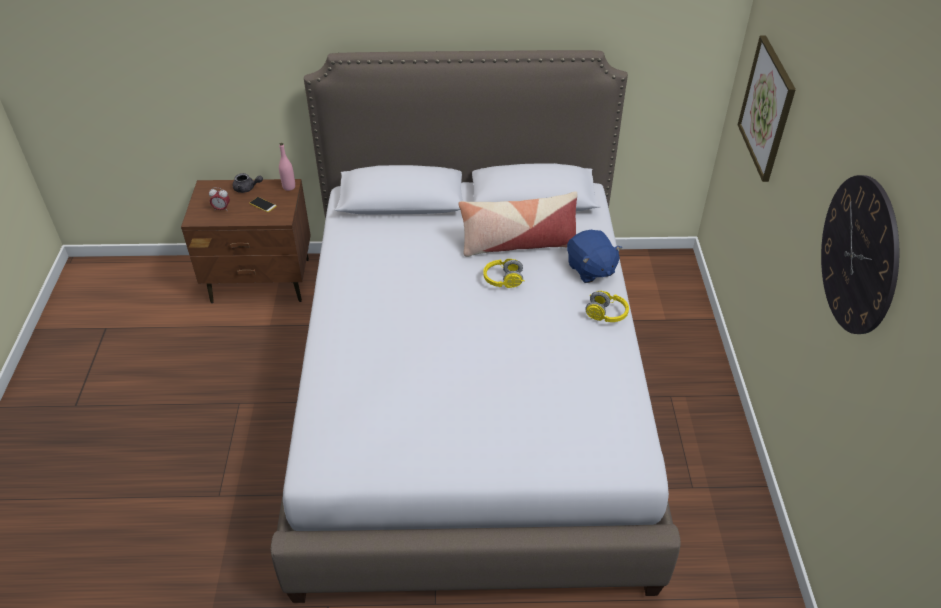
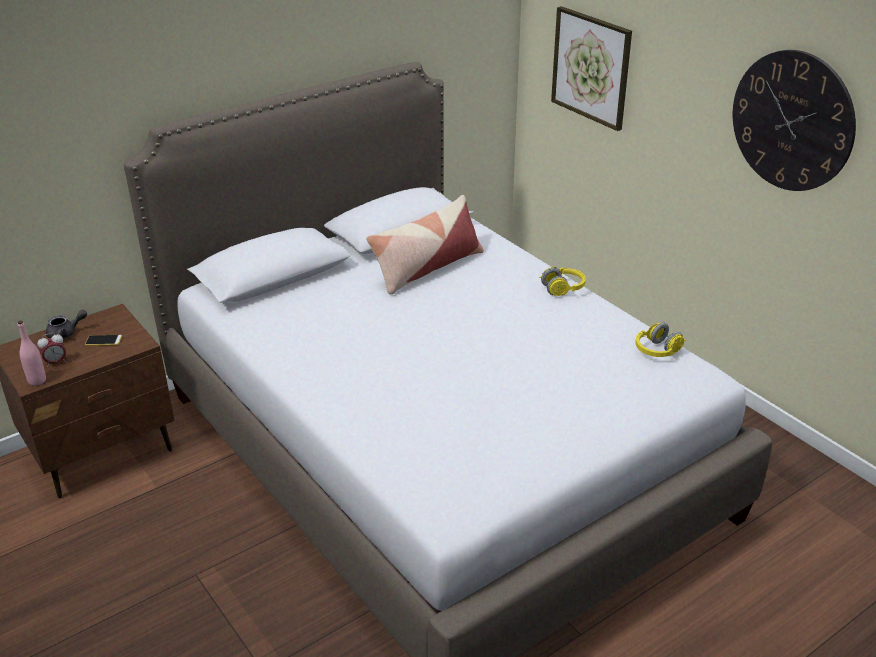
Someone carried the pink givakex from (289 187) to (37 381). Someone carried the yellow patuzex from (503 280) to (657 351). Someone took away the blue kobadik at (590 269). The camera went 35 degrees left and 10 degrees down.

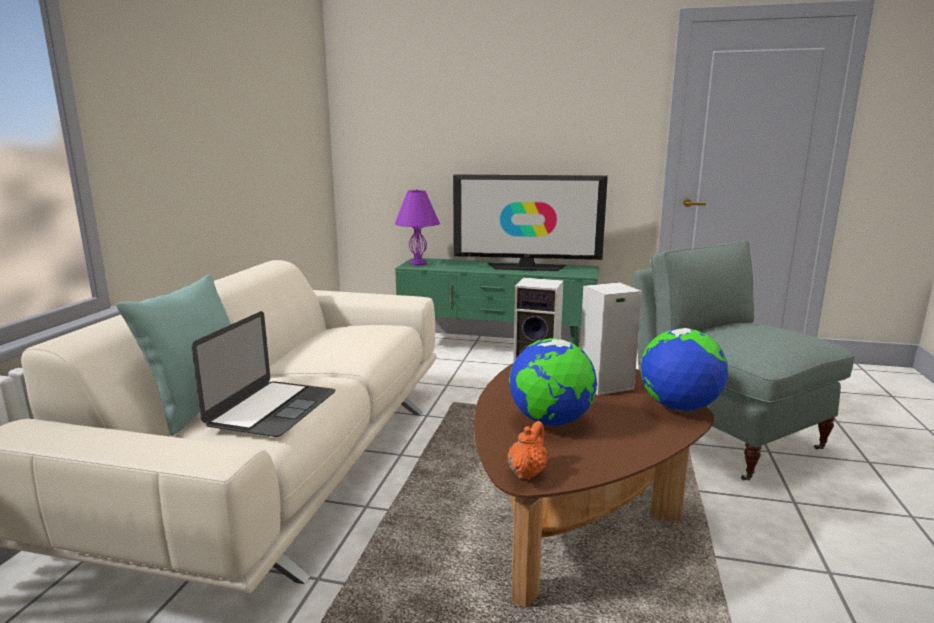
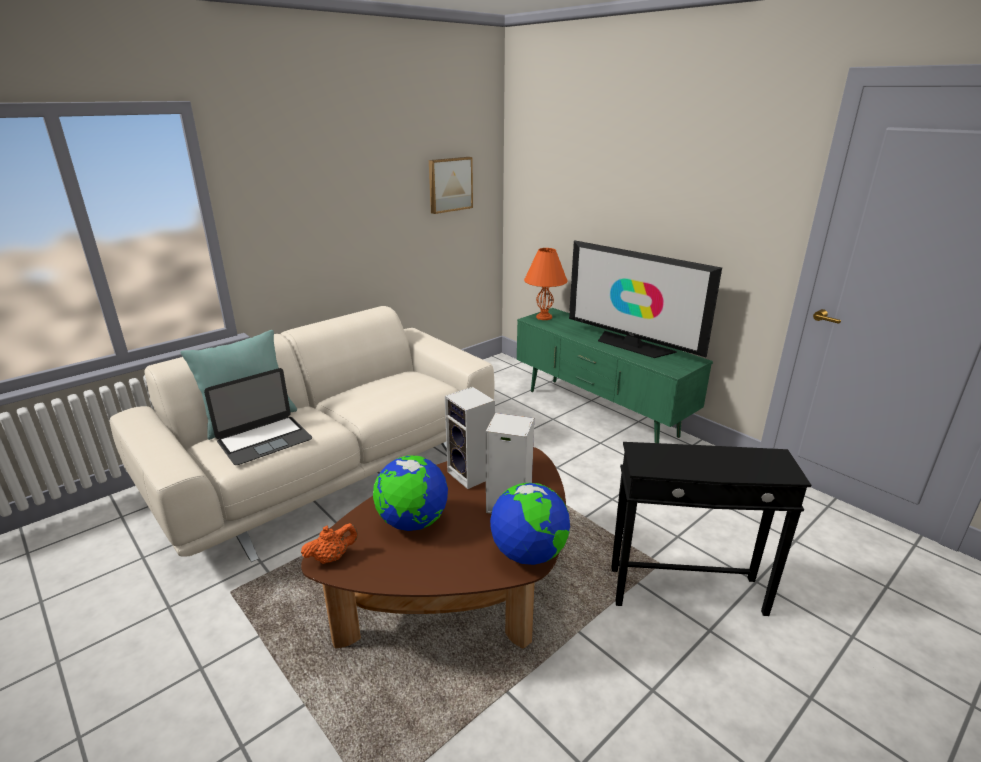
Someone put up the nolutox at (449 184). Someone repainted the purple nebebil at (418 263), which became the orange nebebil at (544 317). Someone swapped the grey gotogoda at (723 435) for the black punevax at (687 592). The camera went 35 degrees right and 10 degrees up.

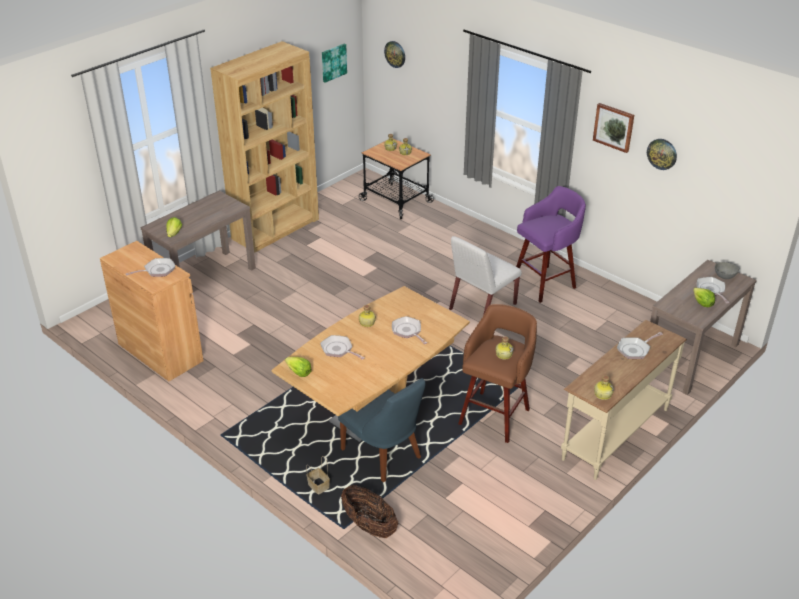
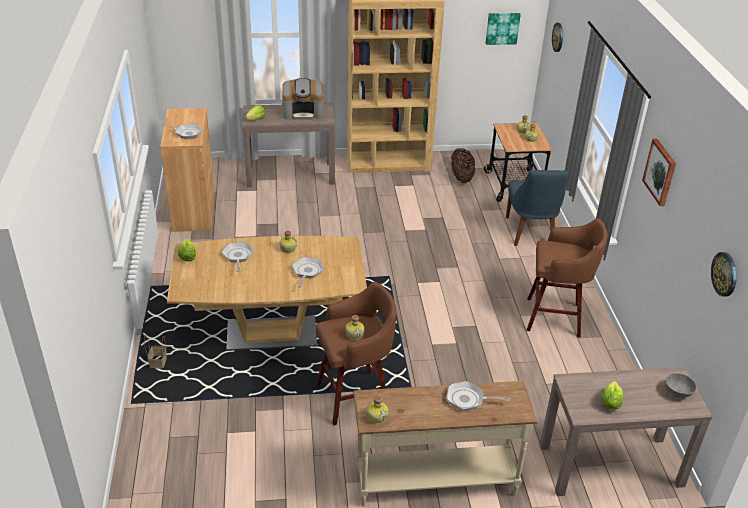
Someone put down the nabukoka at (303 112). Someone carried the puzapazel from (369 526) to (461 177). Someone carried the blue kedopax from (383 455) to (530 233). Someone repainted the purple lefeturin at (545 283), which became the brown lefeturin at (555 317). Someone carried the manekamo from (662 154) to (725 274). Someone took away the white kedopax at (482 307). Someone took away the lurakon at (711 290). The camera went 40 degrees right and 0 degrees up.

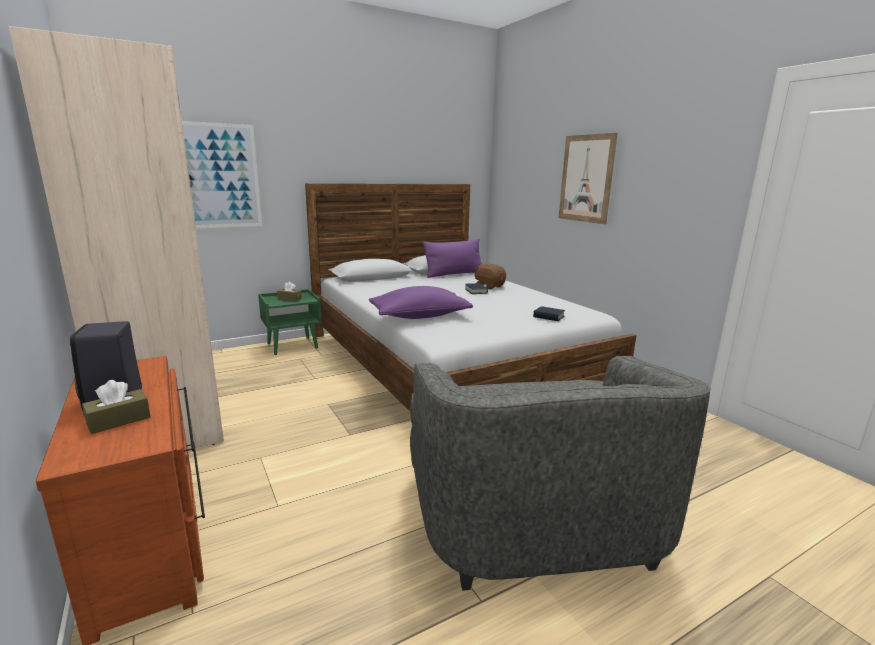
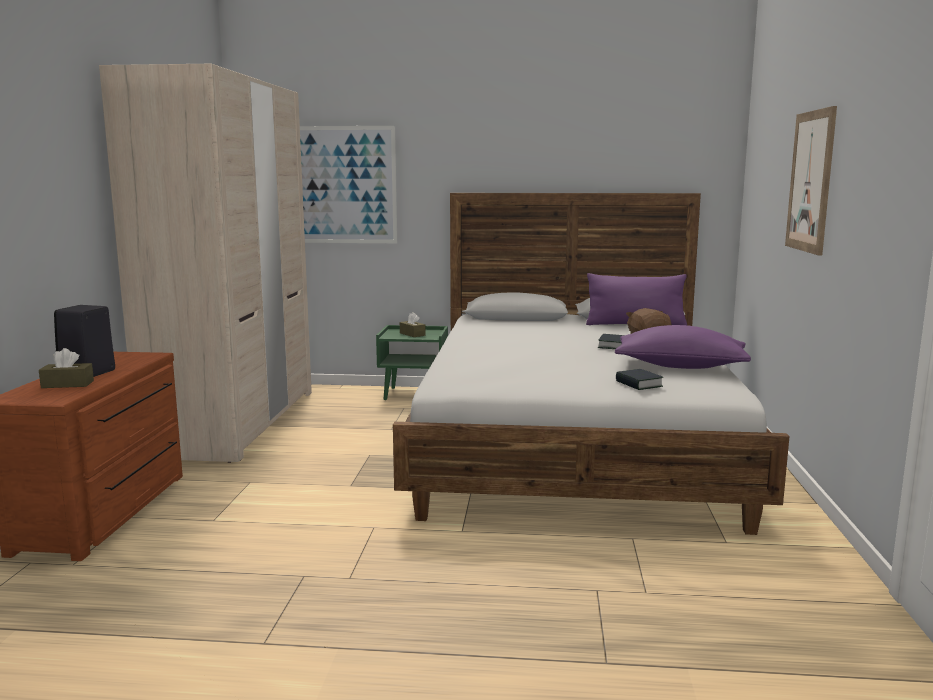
Someone carried the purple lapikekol from (419 316) to (680 366). Someone took away the grey gotogoda at (532 516). The camera went 35 degrees right and 5 degrees down.

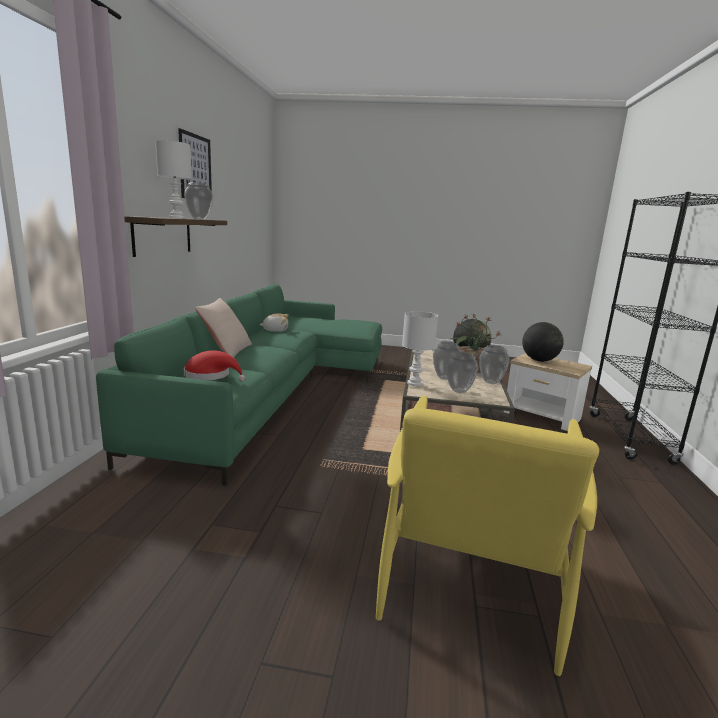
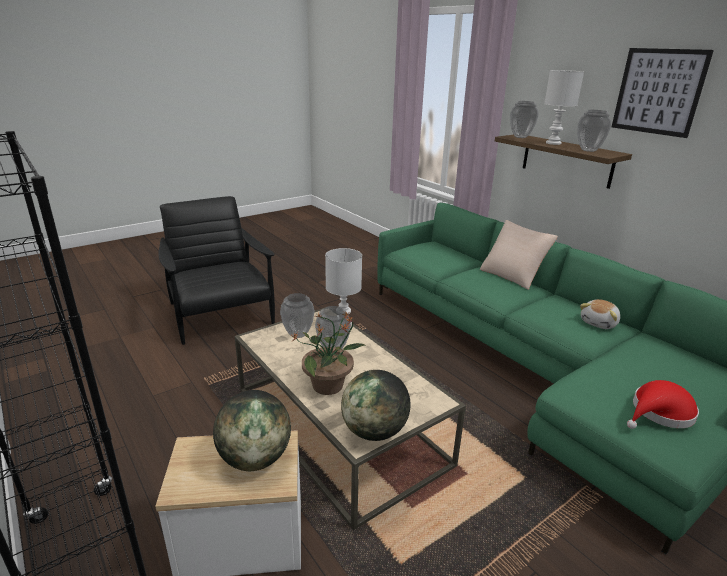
Someone repainted the yellow gotogoda at (472 574), which became the black gotogoda at (220 315). Someone carried the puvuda from (491 382) to (520 137). Someone carried the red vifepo from (210 376) to (659 413). The camera went 135 degrees right and 10 degrees up.

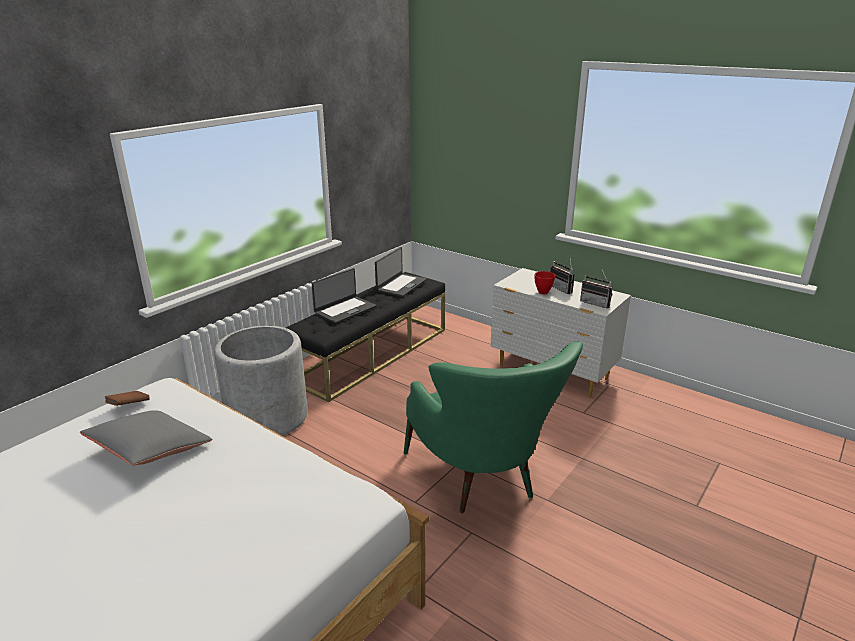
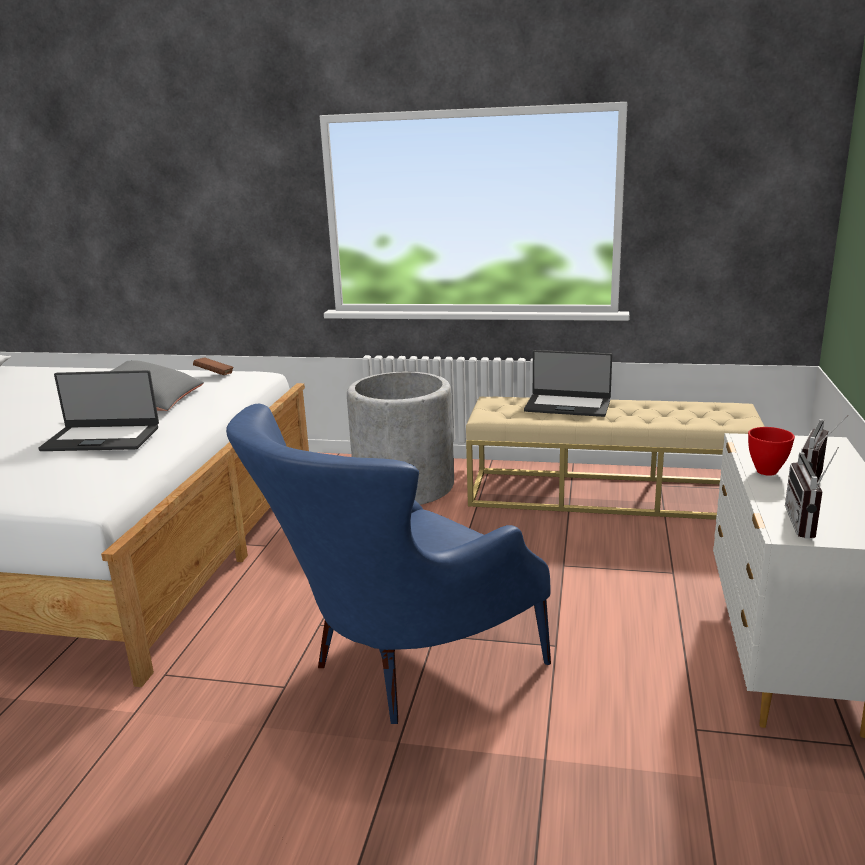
Someone carried the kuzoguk from (401 285) to (102 438). Someone repainted the green gotogoda at (484 482), which became the blue gotogoda at (397 668). Someone repainted the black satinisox at (372 354), which became the beige satinisox at (609 494). The camera went 65 degrees right and 5 degrees down.

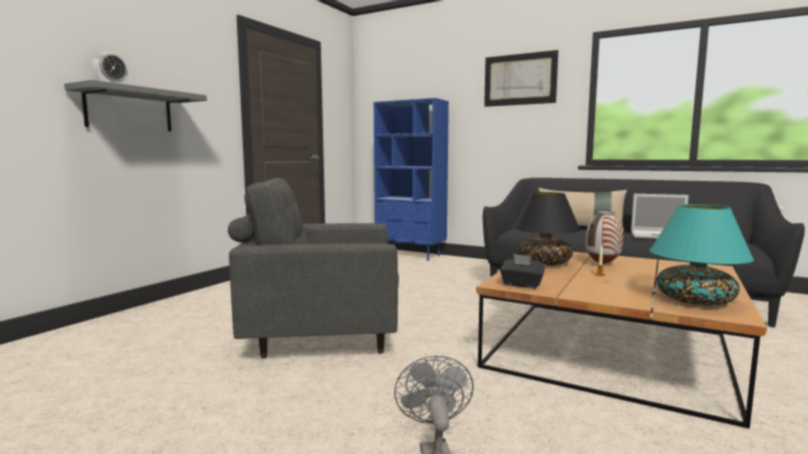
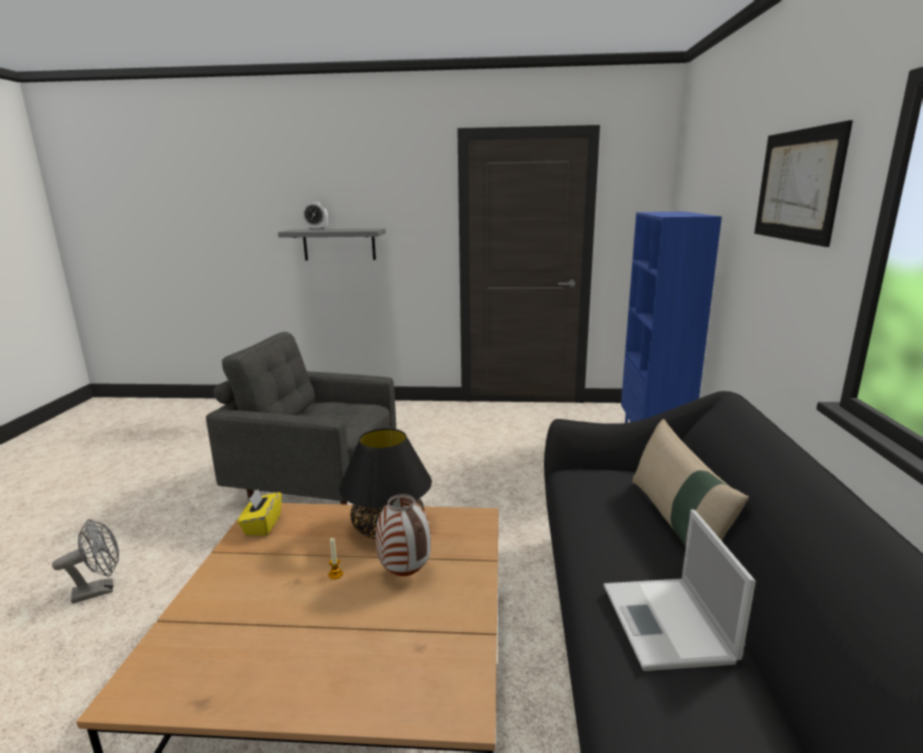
Someone rotated the grey gotogoda at (322 335) by 45 degrees counterclockwise. Someone repainted the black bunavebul at (521 284), which became the yellow bunavebul at (262 525). Someone took away the turquoise nebebil at (695 300). The camera went 65 degrees right and 10 degrees up.

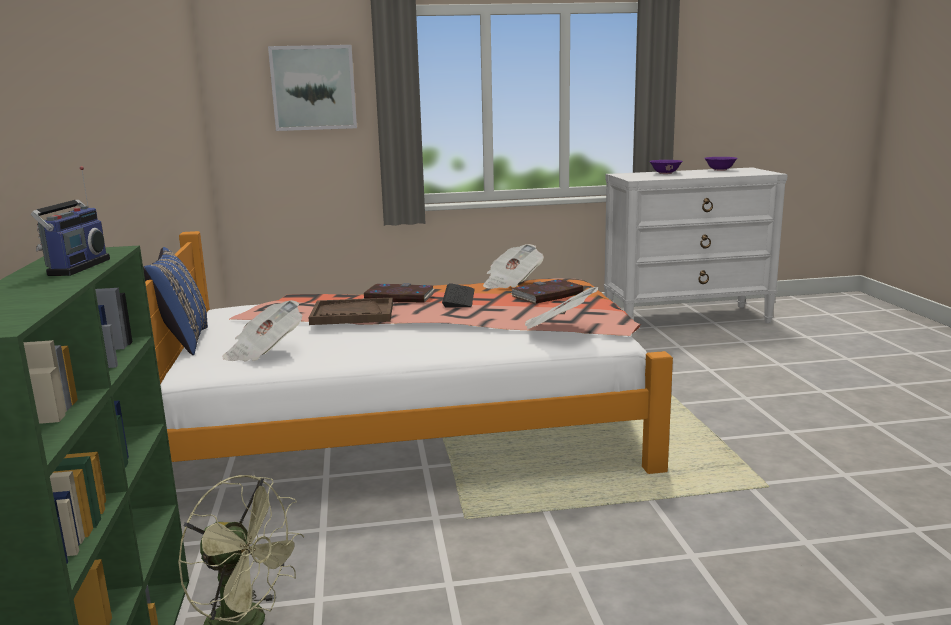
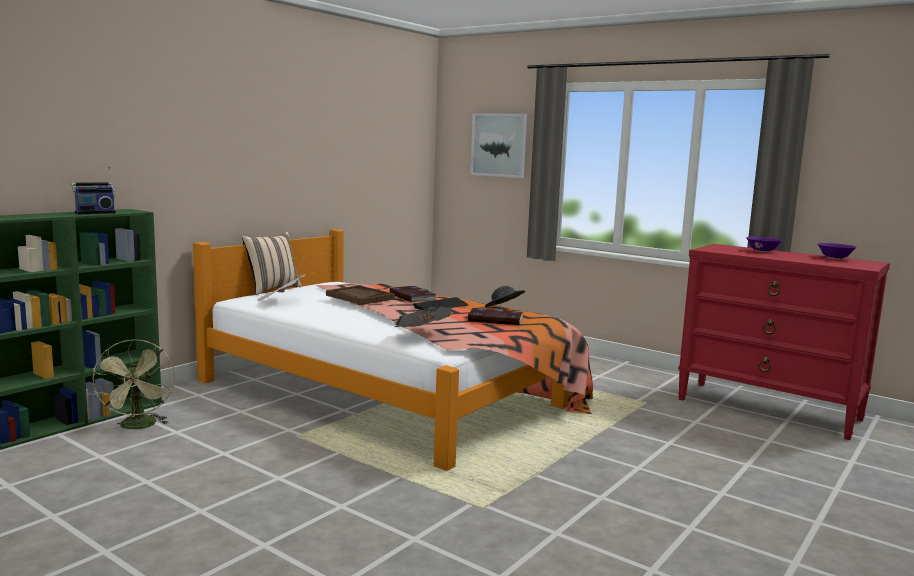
Someone repainted the blue lapikekol at (181 342), which became the beige lapikekol at (272 289). Someone swapped the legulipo at (511 283) for the grey vifepo at (504 309). Someone repainted the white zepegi at (687 319), which became the red zepegi at (769 409). The camera went 45 degrees right and 5 degrees down.

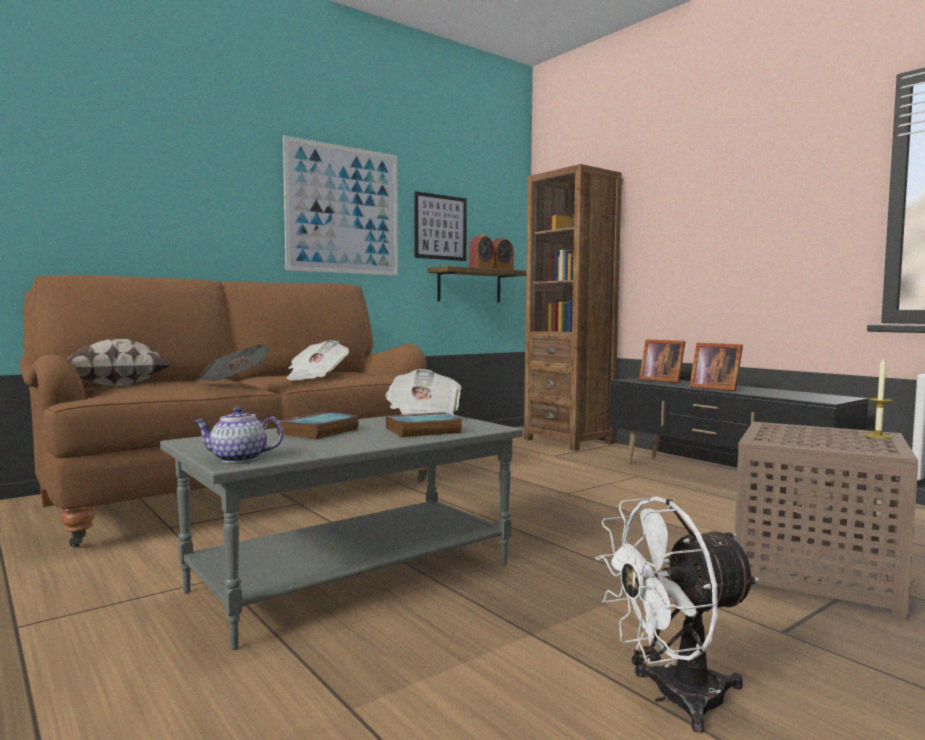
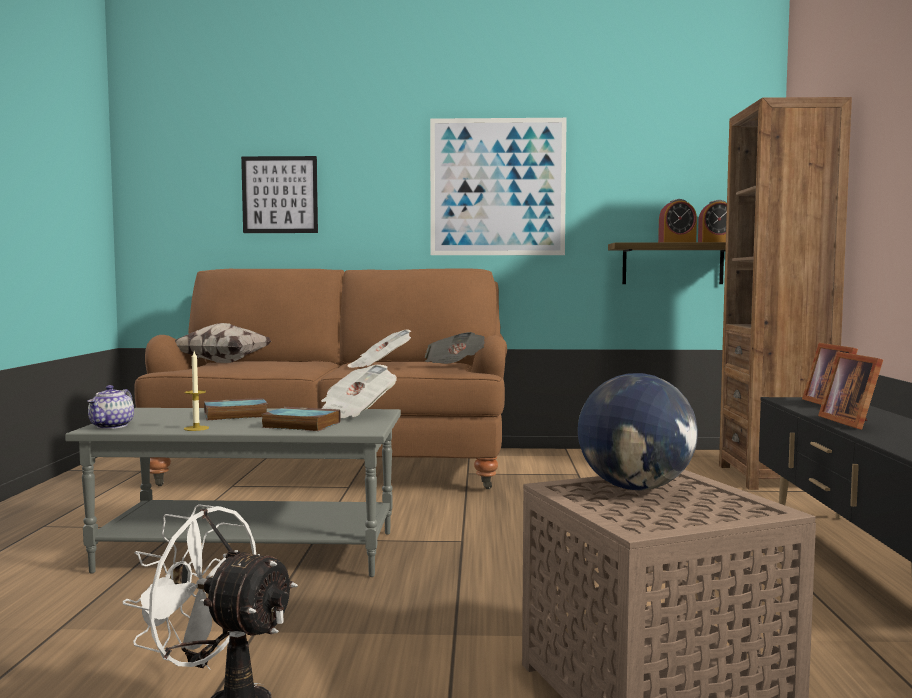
Someone rotated the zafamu at (238 459) by 120 degrees counterclockwise. Someone carried the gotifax from (878 436) to (196 428). Someone carried the nolutox from (440 227) to (280 195). Someone carried the legulipo from (234 383) to (454 366). Someone put down the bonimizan at (636 488). The camera went 40 degrees right and 0 degrees up.

